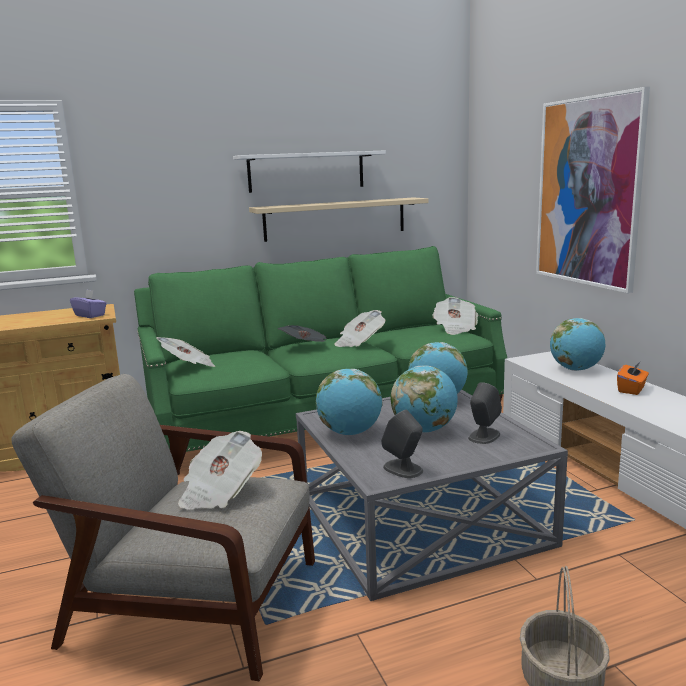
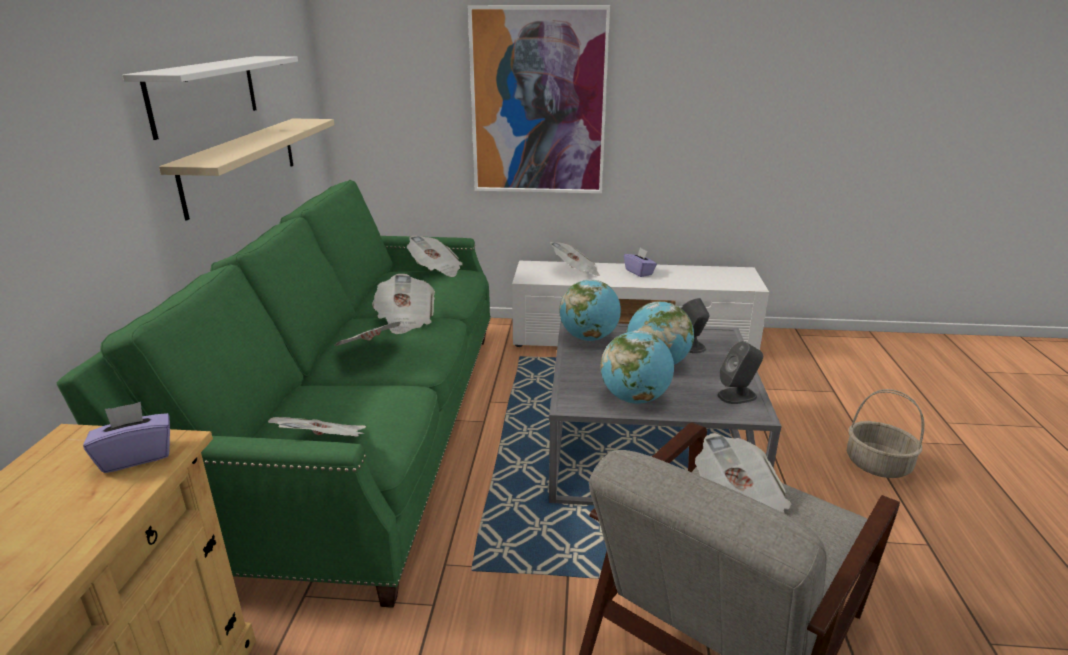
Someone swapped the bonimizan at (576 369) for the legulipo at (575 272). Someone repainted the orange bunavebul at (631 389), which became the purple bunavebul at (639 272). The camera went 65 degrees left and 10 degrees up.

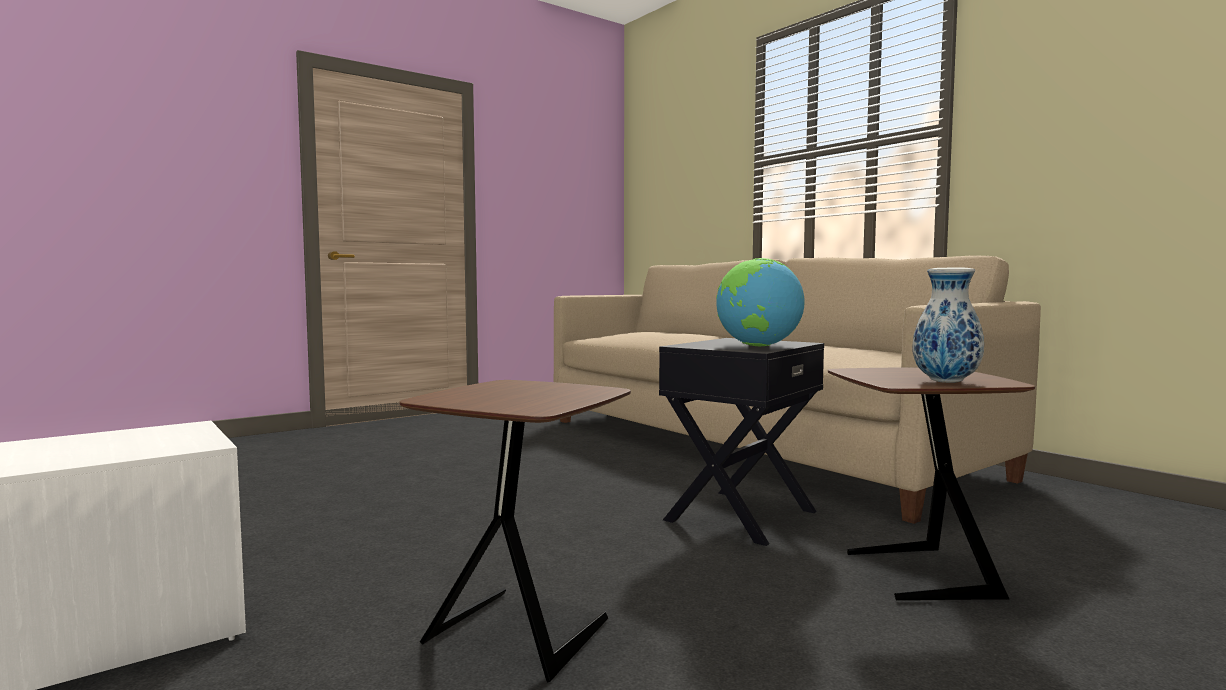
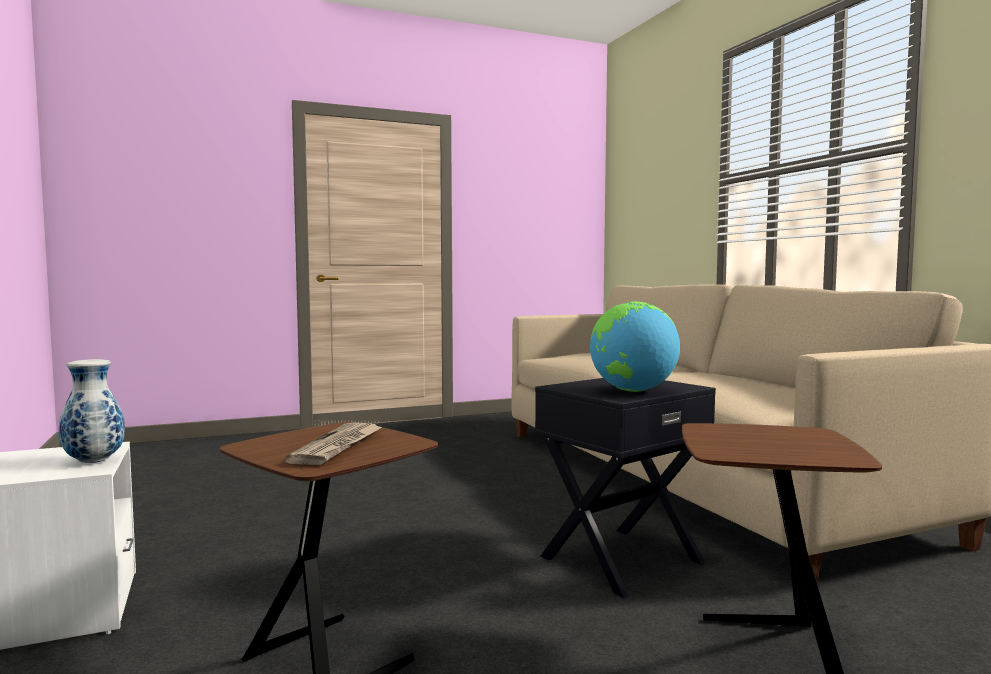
Someone carried the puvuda from (945 382) to (92 461). Someone put down the legulipo at (338 447). The camera went 15 degrees right and 0 degrees up.

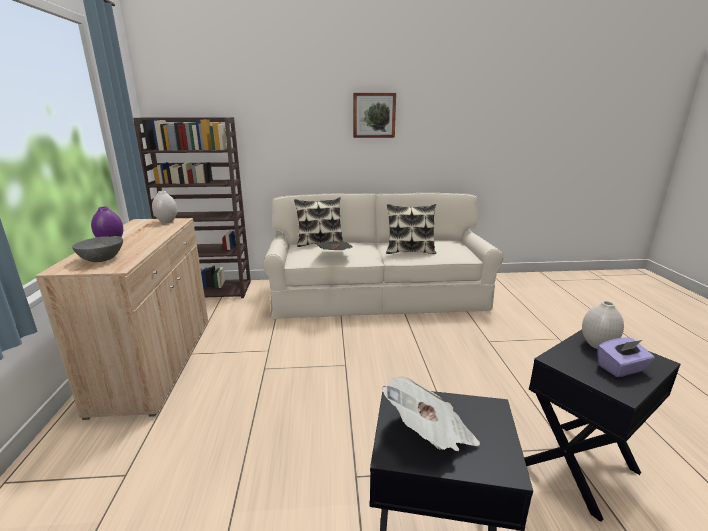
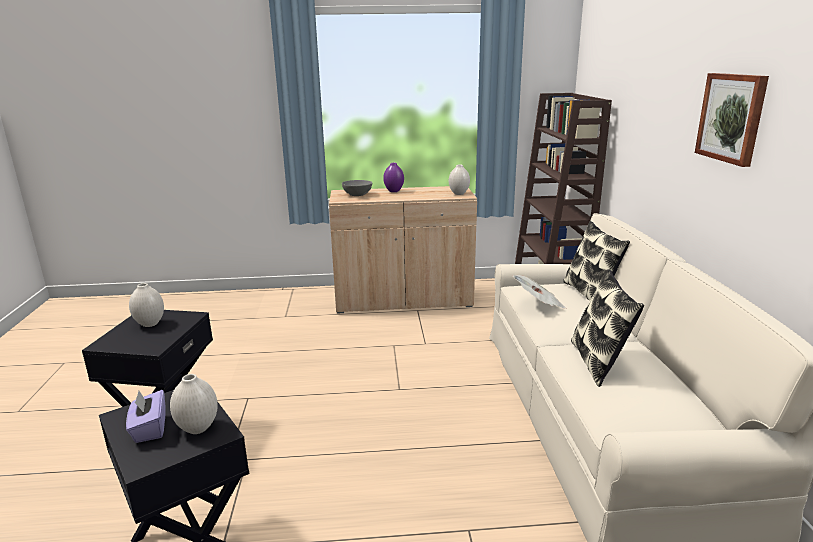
Someone swapped the legulipo at (429 433) for the white puvuda at (150 324). The camera went 90 degrees right and 0 degrees up.

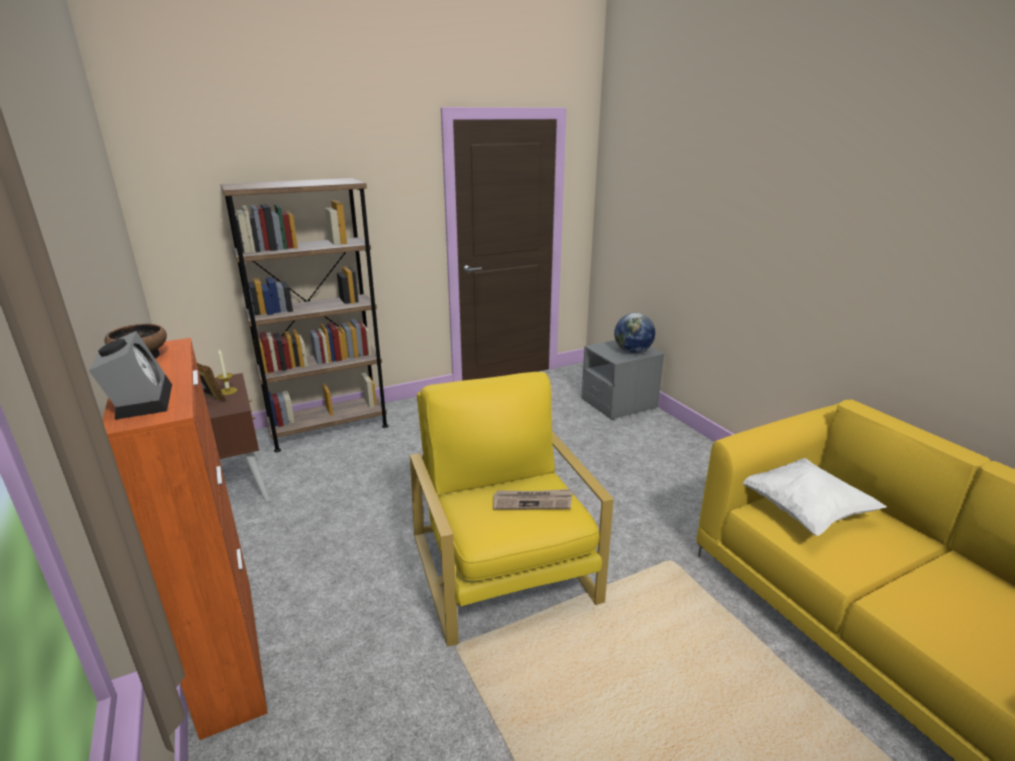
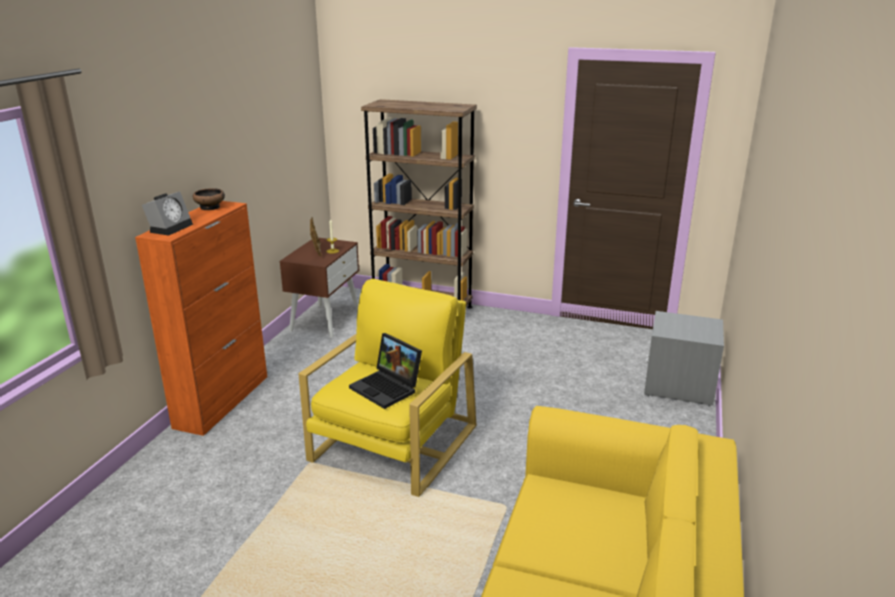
Someone swapped the legulipo at (532 501) for the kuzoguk at (388 388). Someone took away the bonimizan at (632 352). Someone took away the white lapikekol at (804 512). The camera went 45 degrees right and 0 degrees up.

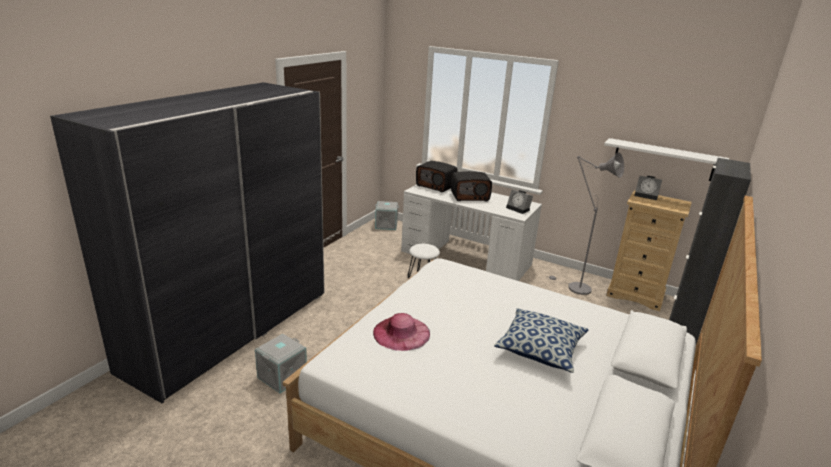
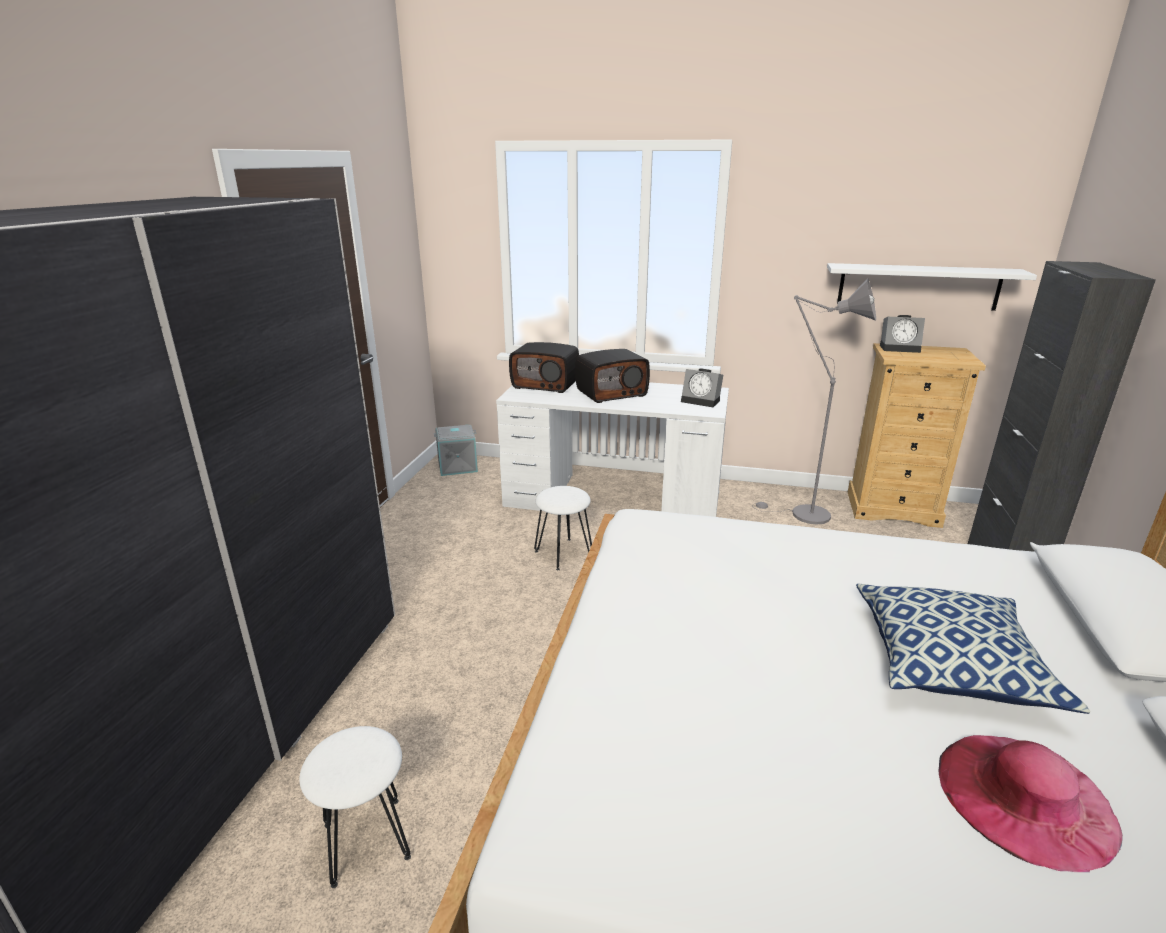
Someone swapped the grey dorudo at (282 376) for the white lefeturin at (366 839). Someone carried the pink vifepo from (401 333) to (1025 797). The camera went 15 degrees left and 0 degrees up.

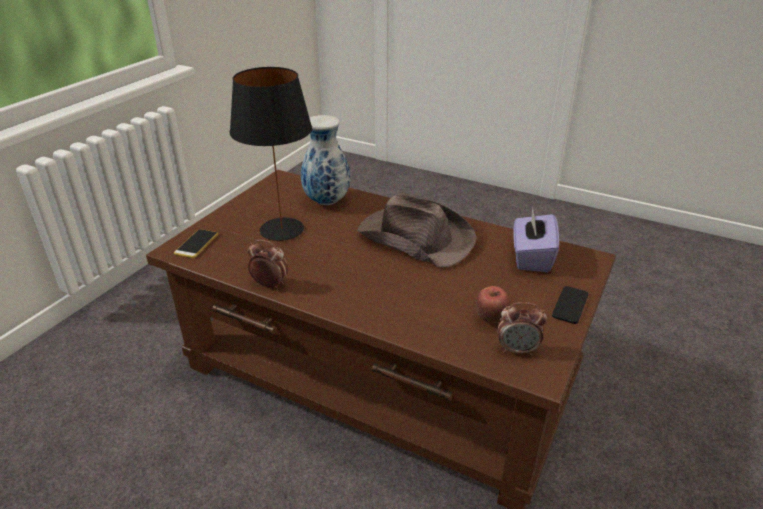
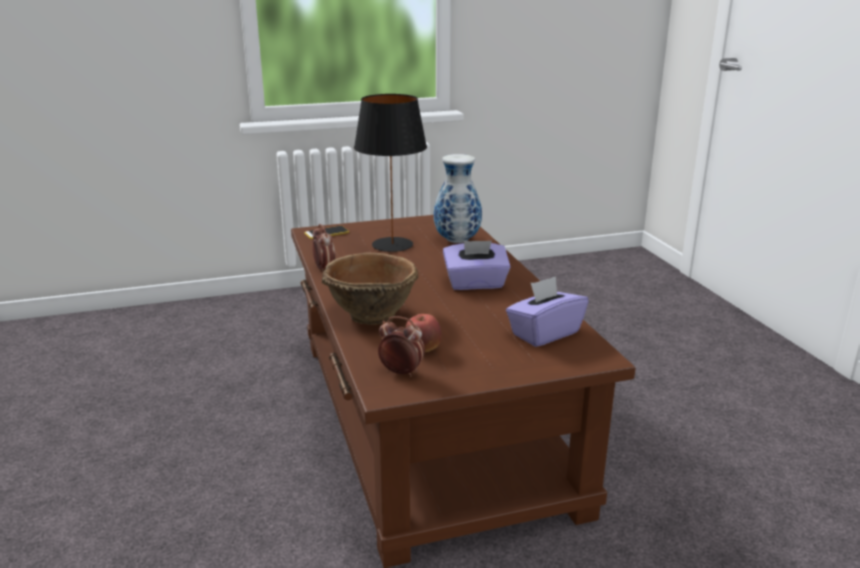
Someone put down the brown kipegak at (371 315). Someone rotated the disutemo at (517 350) by 150 degrees clockwise. Someone swapped the brown vifepo at (415 237) for the purple bunavebul at (475 284). Someone took away the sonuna at (570 305). The camera went 45 degrees right and 10 degrees down.

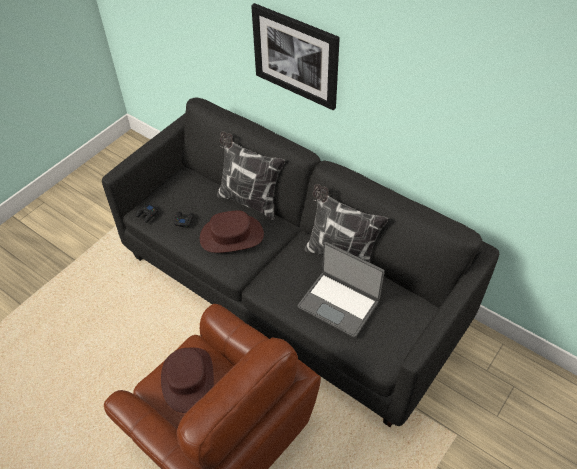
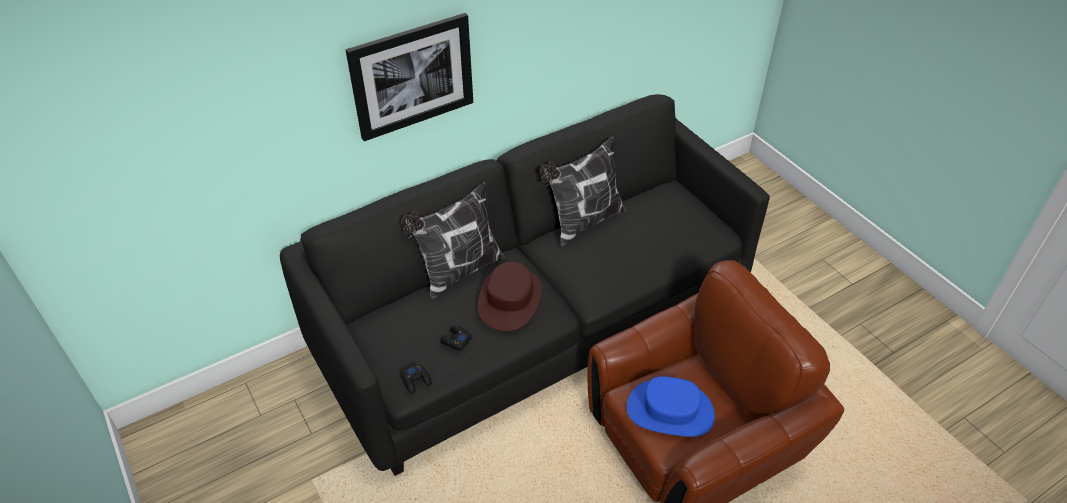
Someone repainted the brown vifepo at (188 379), which became the blue vifepo at (670 411). Someone took away the kuzoguk at (339 303). The camera went 70 degrees left and 5 degrees down.

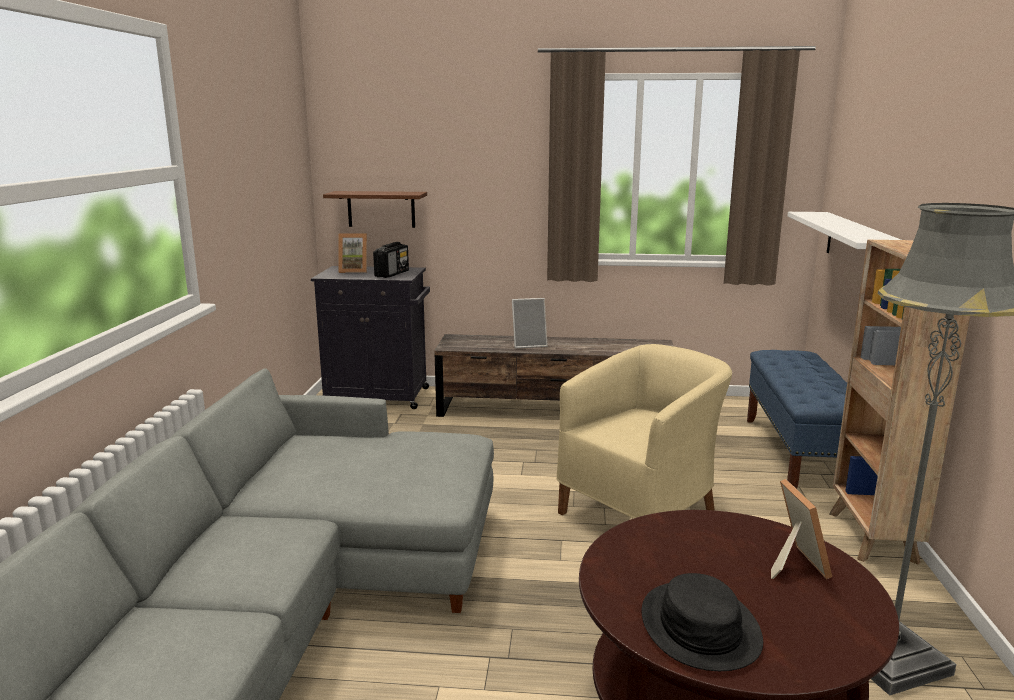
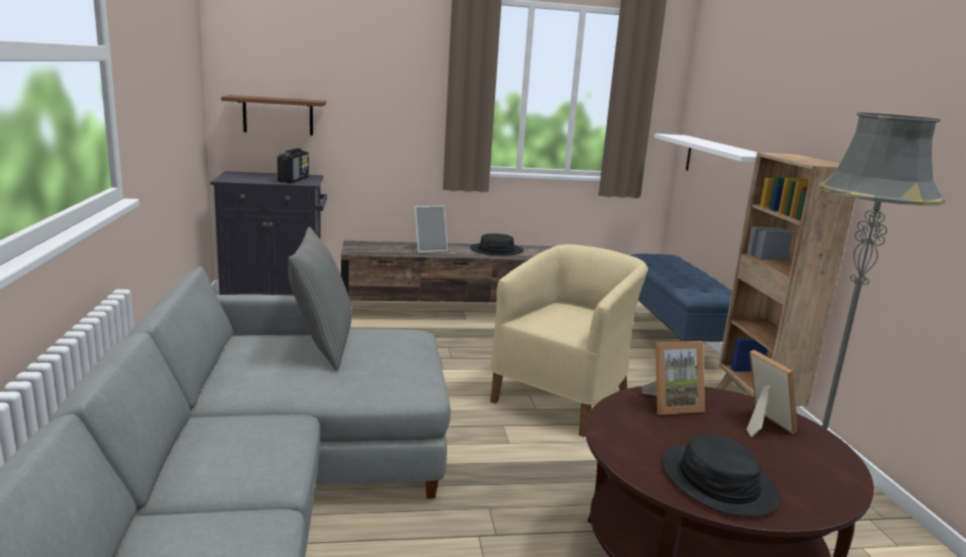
Someone put down the grey lapikekol at (322 346). Someone put down the black vifepo at (496 250). Someone carried the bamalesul from (354 271) to (671 404). The camera went 15 degrees left and 0 degrees up.

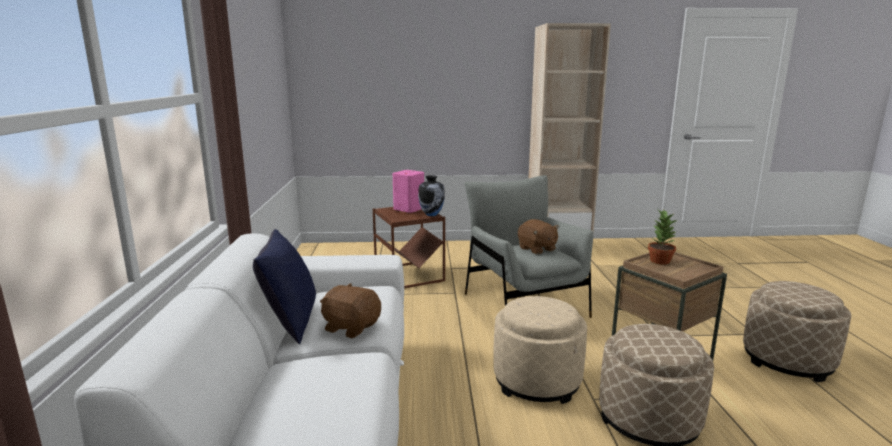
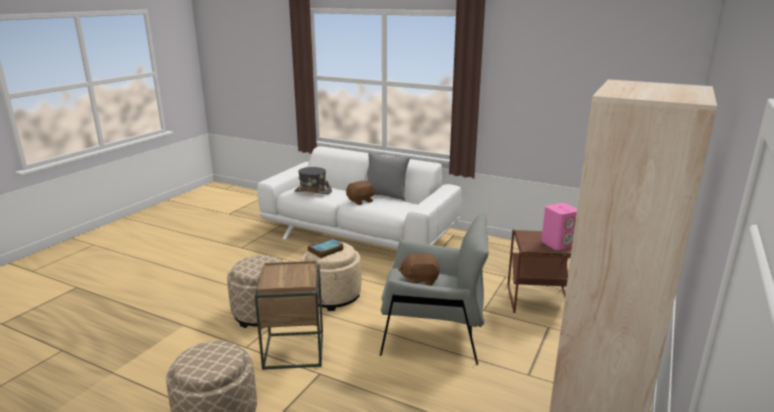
Someone put down the grey vifepo at (313 191). Someone put down the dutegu at (325 250). Someone repainted the blue lapikekol at (290 323), which became the grey lapikekol at (386 196). Someone took away the puvuda at (432 214). Someone took away the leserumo at (659 261). The camera went 120 degrees right and 5 degrees up.

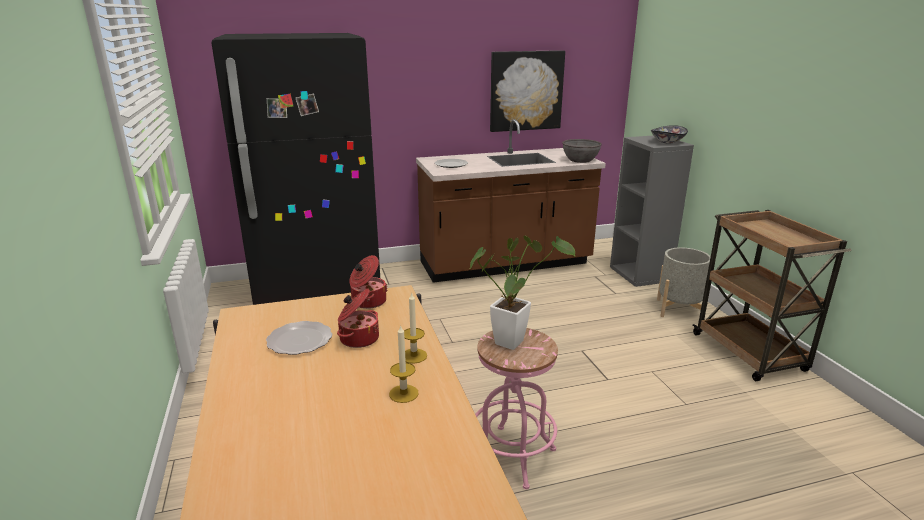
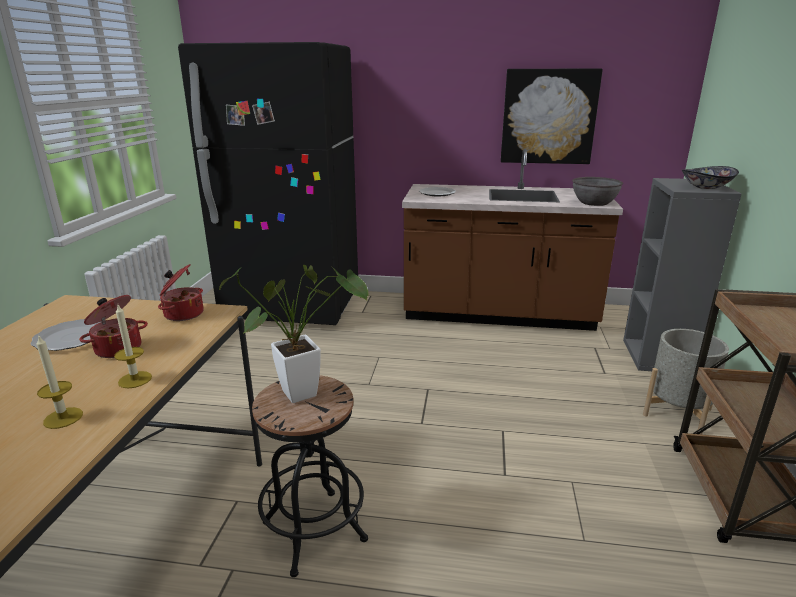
Someone repainted the pink lefeturin at (512 456), which became the black lefeturin at (314 530). The camera went 25 degrees right and 0 degrees up.

